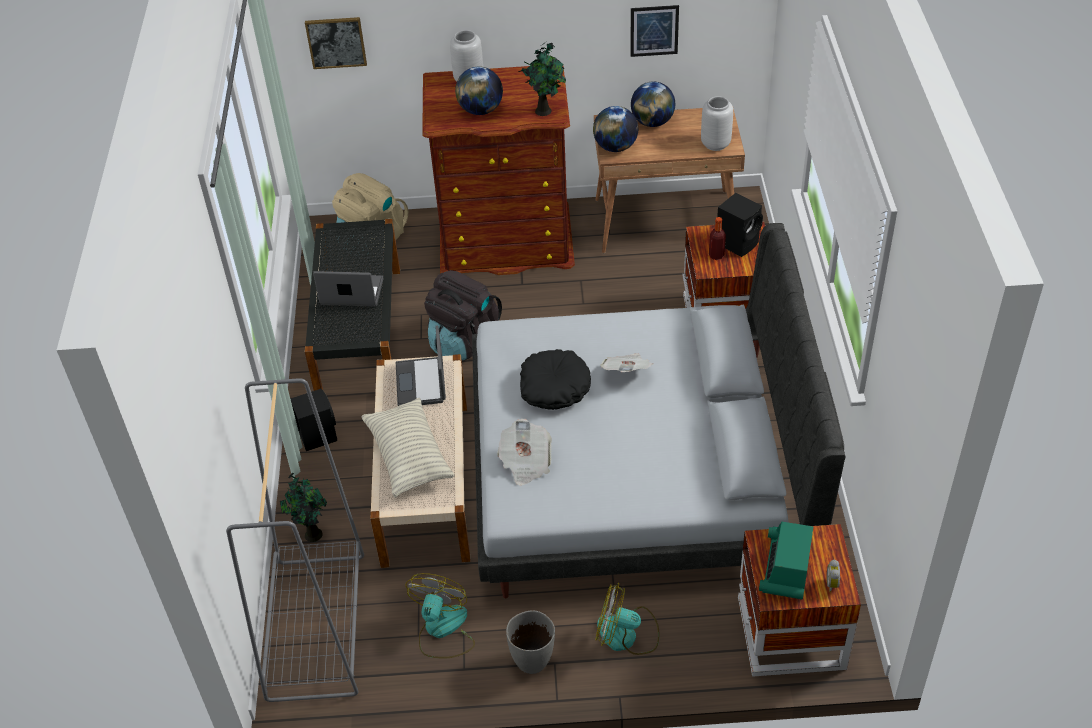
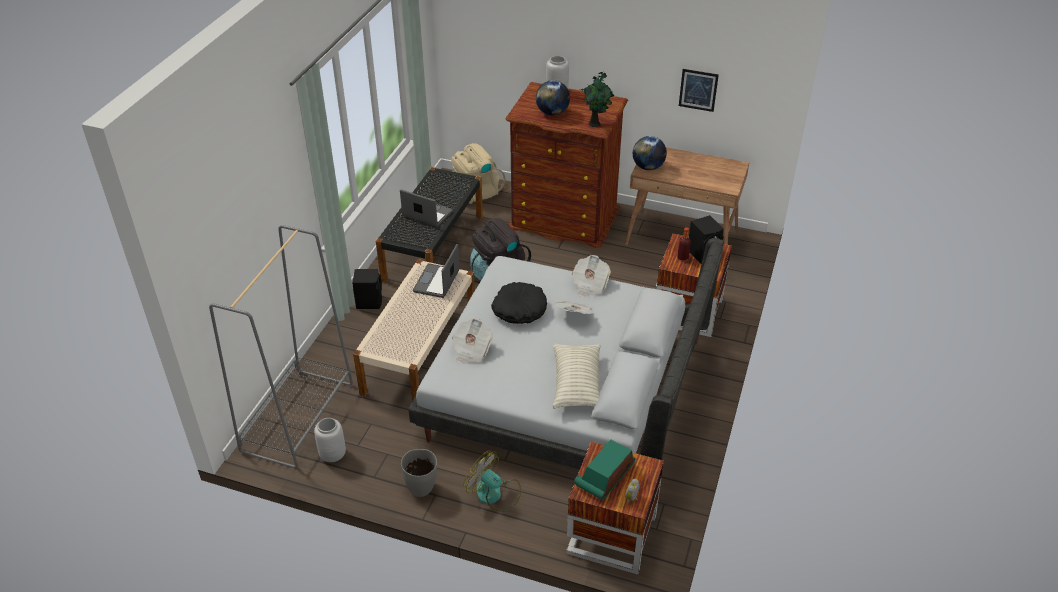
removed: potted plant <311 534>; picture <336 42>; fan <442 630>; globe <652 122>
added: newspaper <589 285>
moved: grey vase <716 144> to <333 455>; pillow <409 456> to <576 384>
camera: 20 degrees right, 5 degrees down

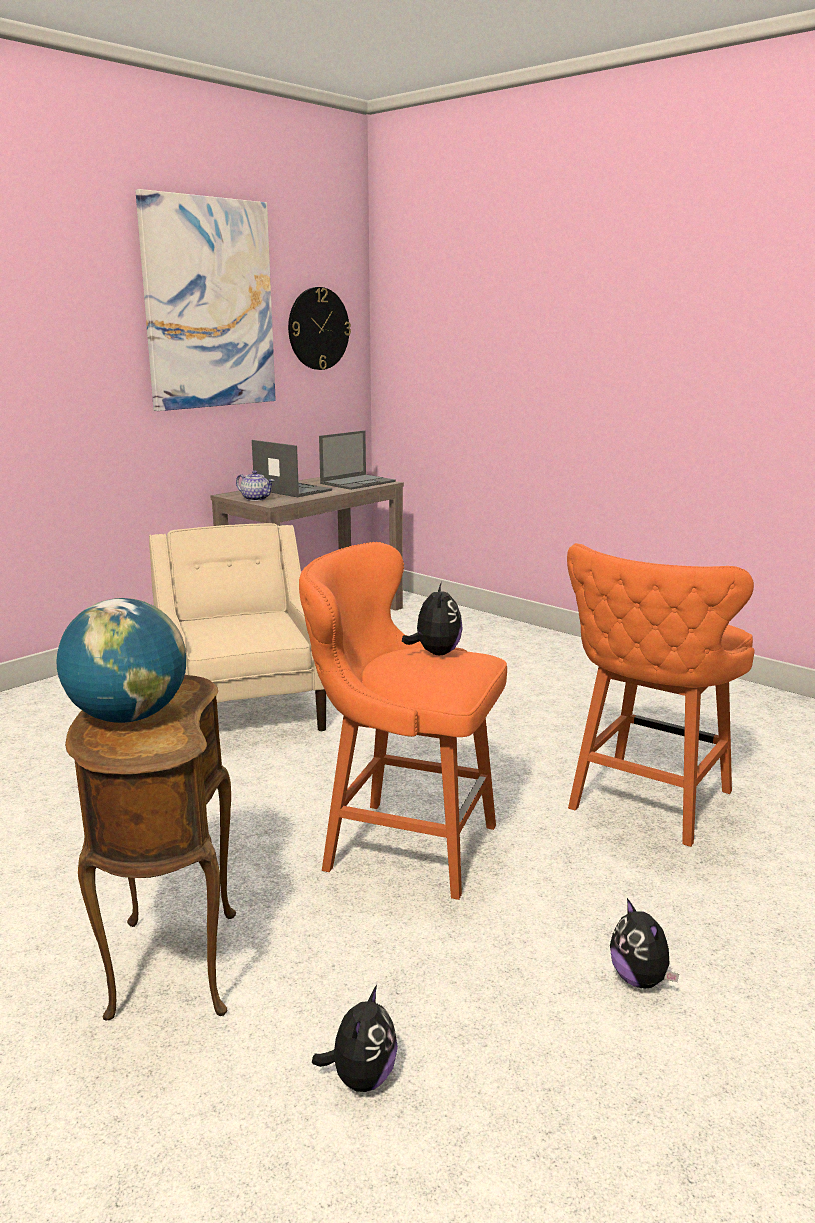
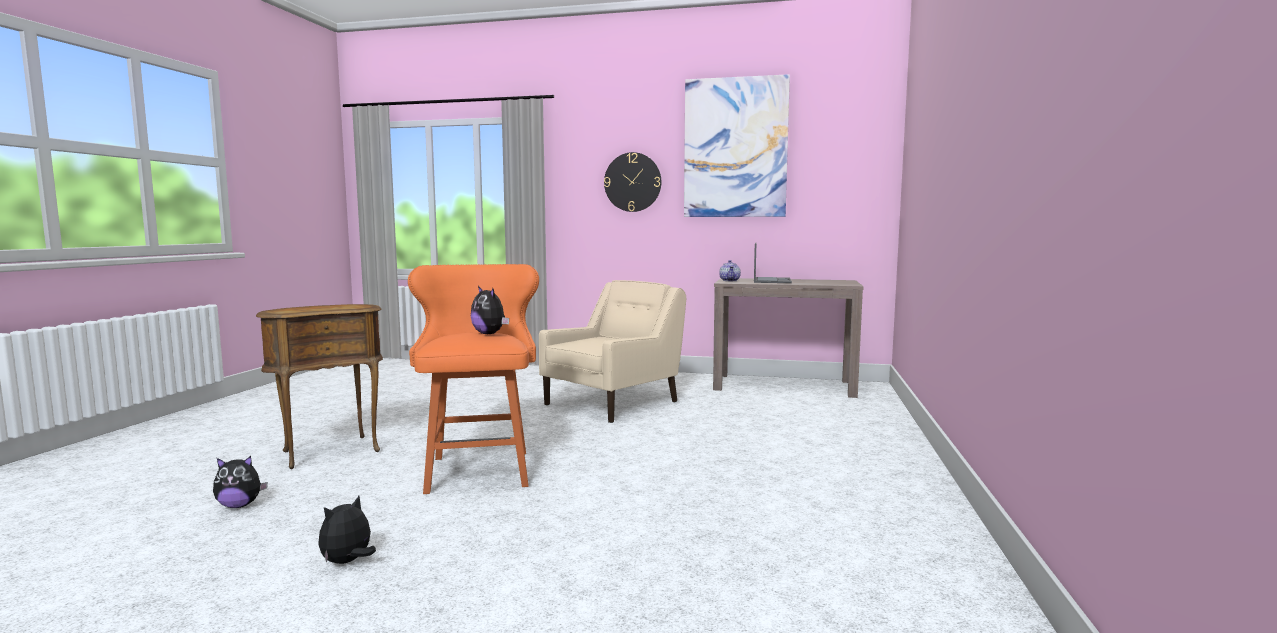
removed: globe <128 717>; laptop <358 482>; orange stool <647 803>
moved: wall clock <318 328> to <632 182>
turned: plush toy <435 653> = <490 334> 75 degrees clockwise
camera: 60 degrees right, 10 degrees down

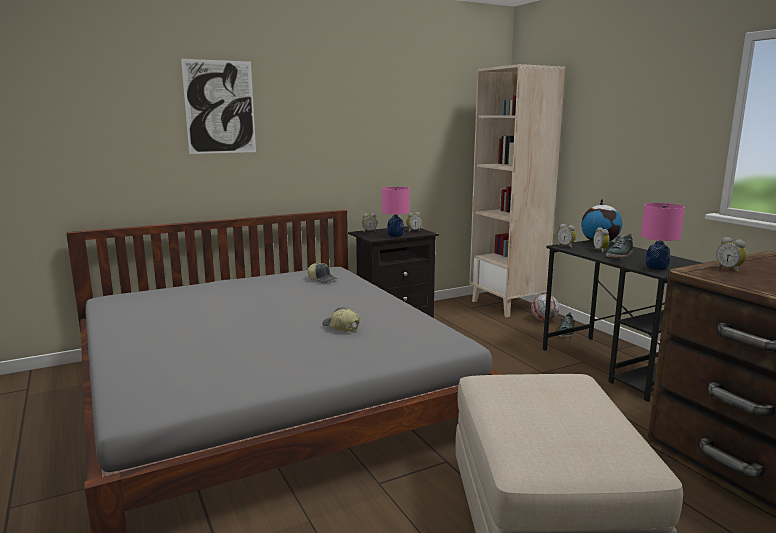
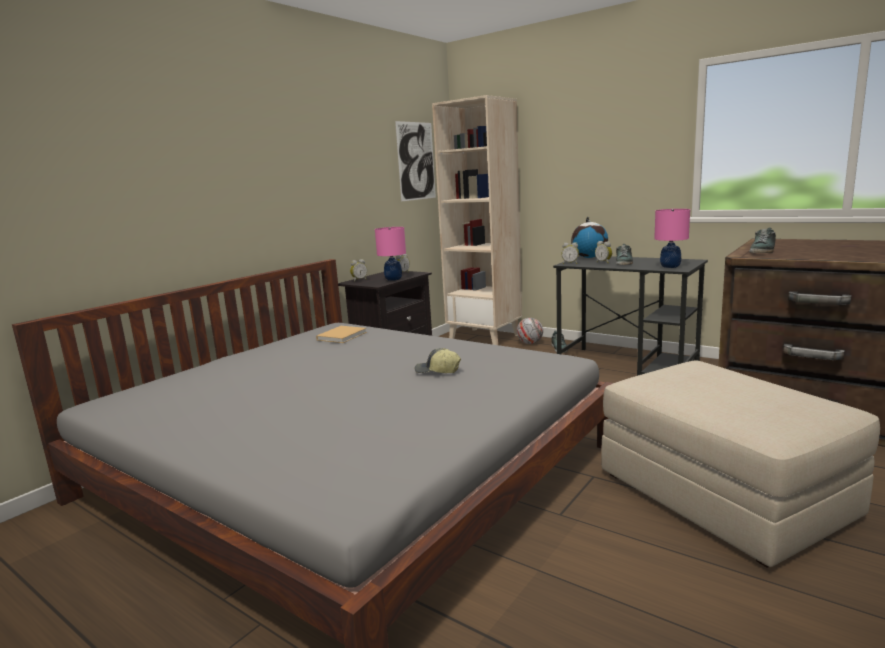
moved: picture <220 107> to <416 161>
replaced: cap <322 279> to beige book <343 335>; alarm clock <729 269> to shoe <763 251>
camera: 25 degrees left, 0 degrees up

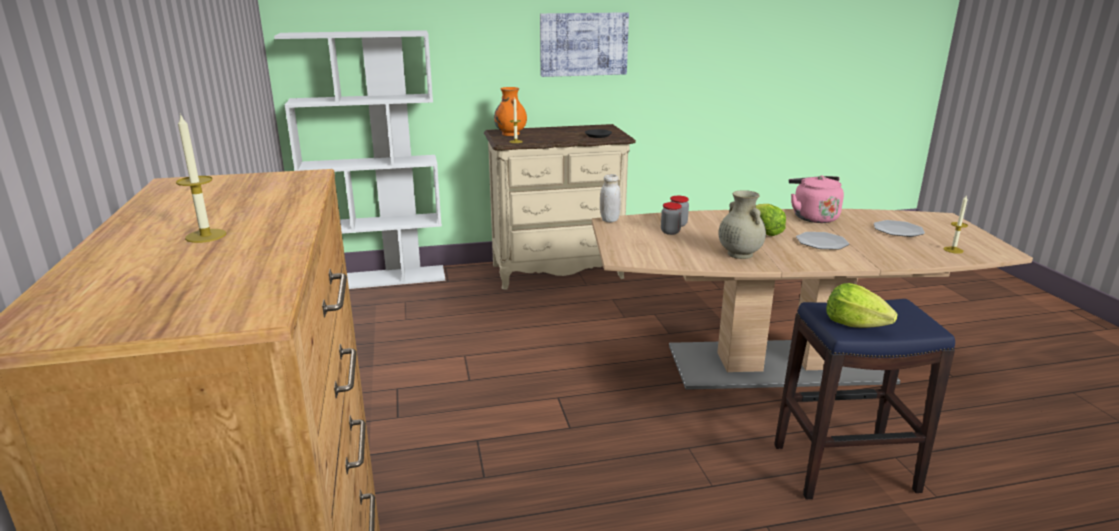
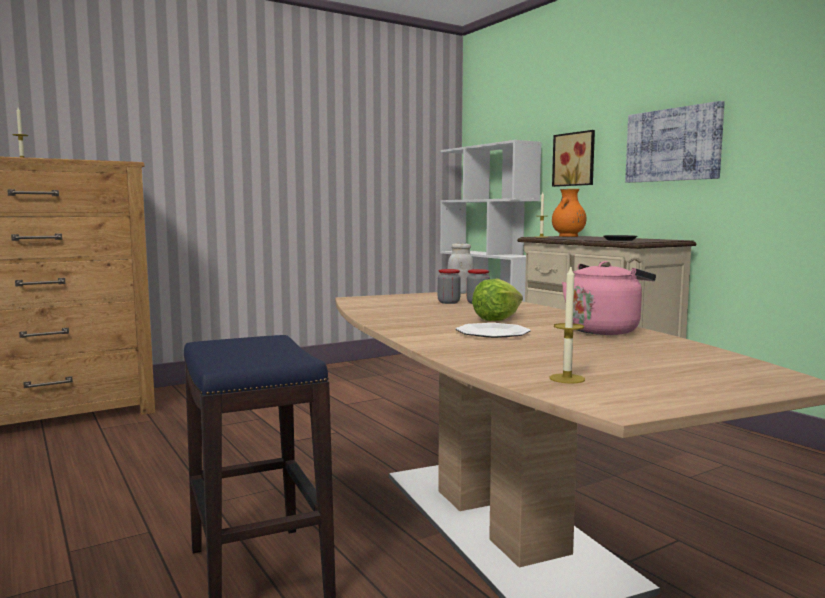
removed: beige vase <739 254>; lettuce <854 324>; plate <898 230>
added: picture <575 159>
camera: 70 degrees right, 15 degrees down

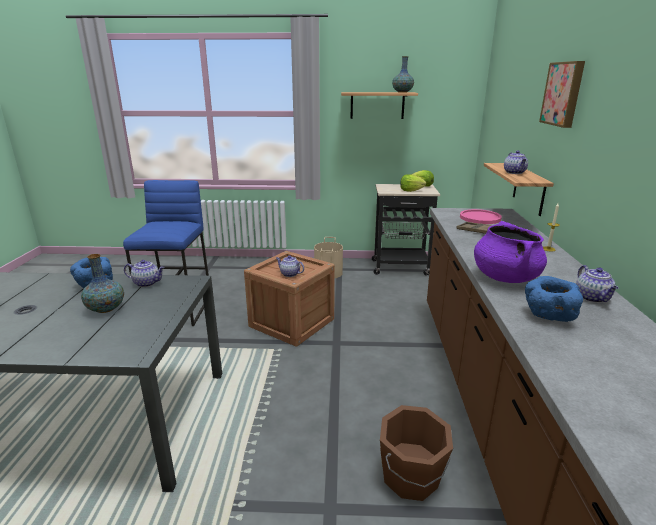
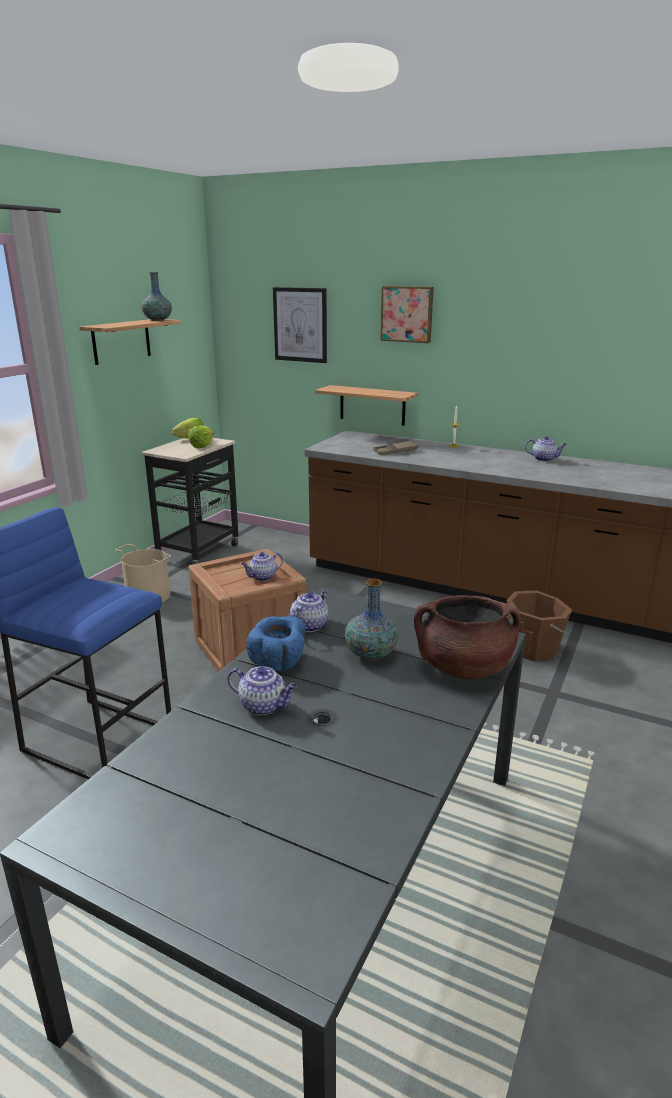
removed: pink plate <480 218>; purple cooking pot <505 277>; blue bowl <548 316>
added: picture <300 325>; brown cooking pot <463 668>
moved: teapot <514 172> to <264 706>
camera: 65 degrees left, 0 degrees up

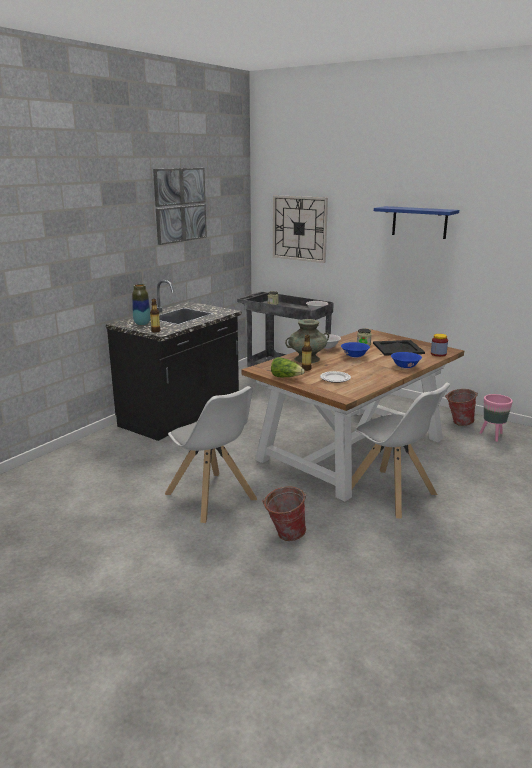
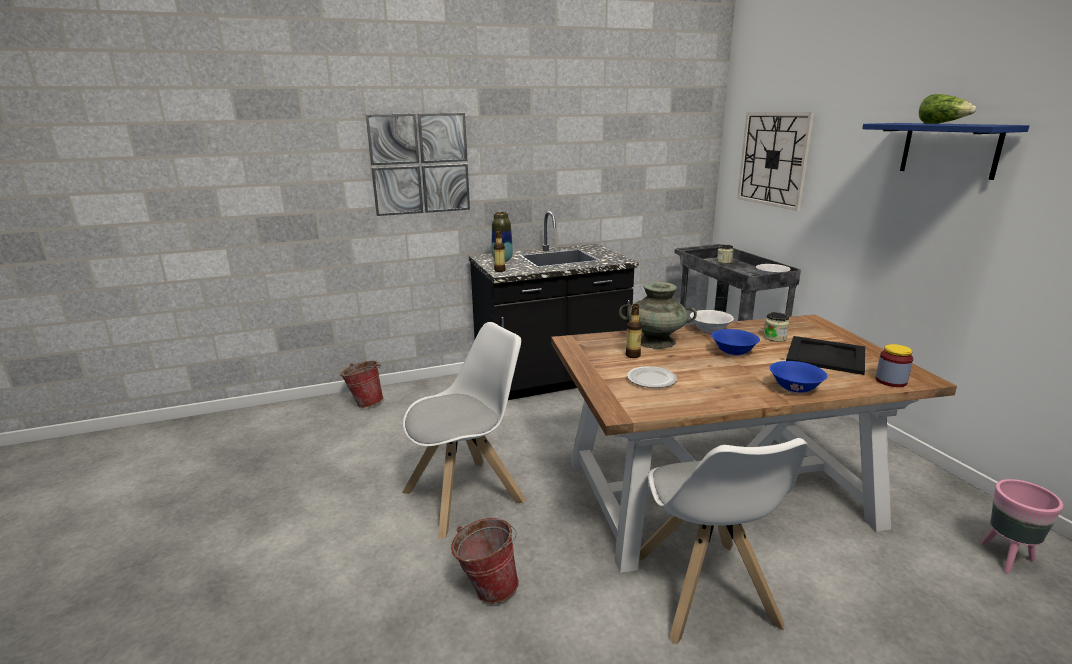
moved: bucket <458 423> to <365 402>; picture <180 205> to <420 164>; lettuce <286 377> to <942 123>
turned: chair <212 498> = <467 495> 120 degrees counterclockwise
camera: 35 degrees right, 0 degrees up

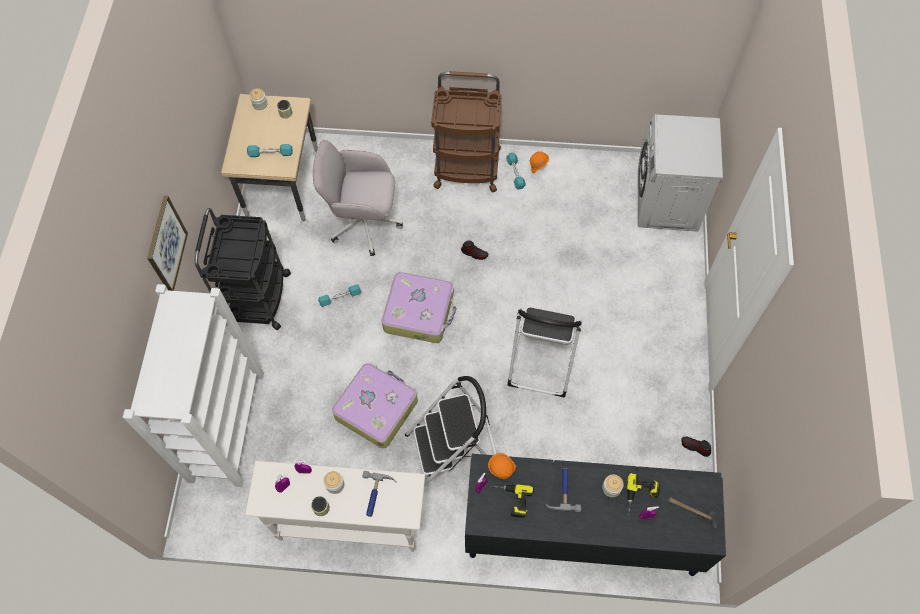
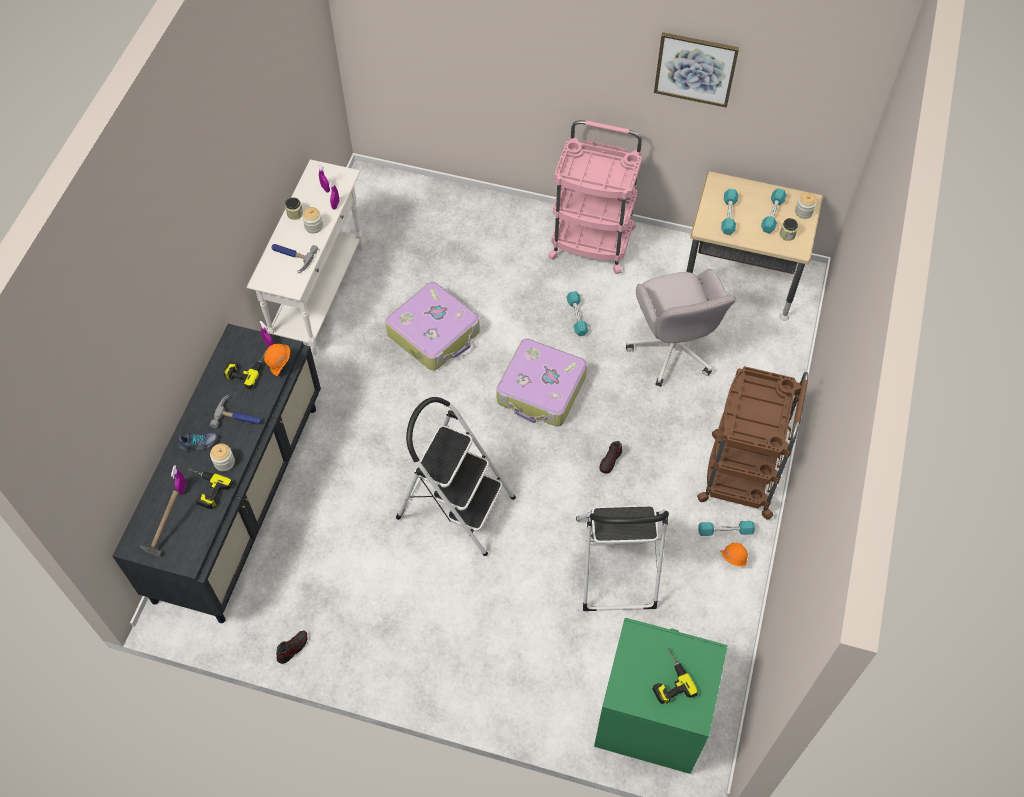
removed: white bookcase <226 426>
added: shoe <199 444>; power drill <668 679>; turquoise dumbbell <772 215>
moved: step ladder <456 452> to <615 565>; picture <166 245> to <695 69>
recoloured: black cart <257 299> to pink cart <591 243>; white washing machine <666 202> to green washing machine <650 718>
turned: grey office chair <364 224> = <671 352> 150 degrees clockwise
camera: 100 degrees right, 5 degrees down

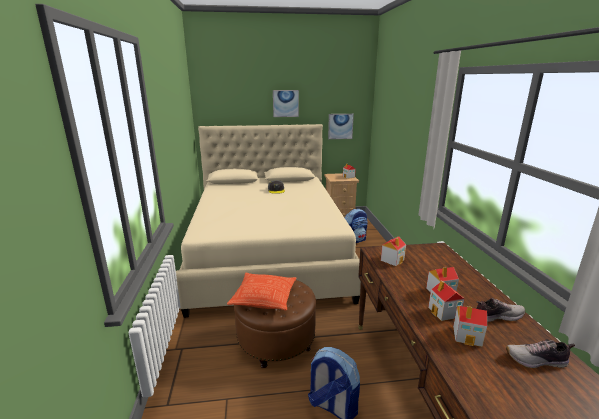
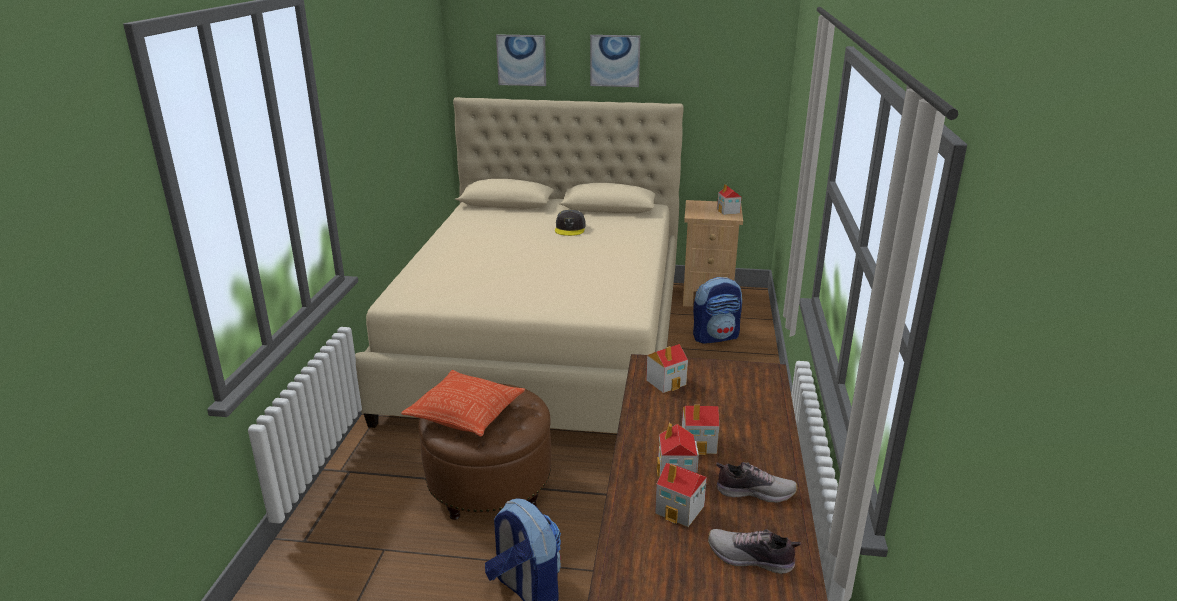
moved: picture <340 126> to <521 60>
camera: 15 degrees right, 5 degrees up

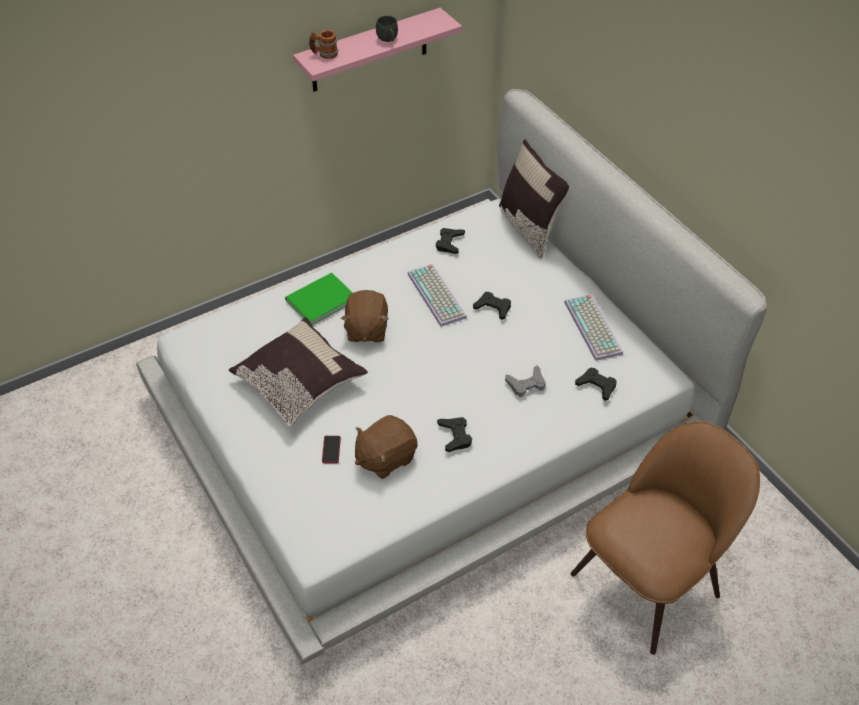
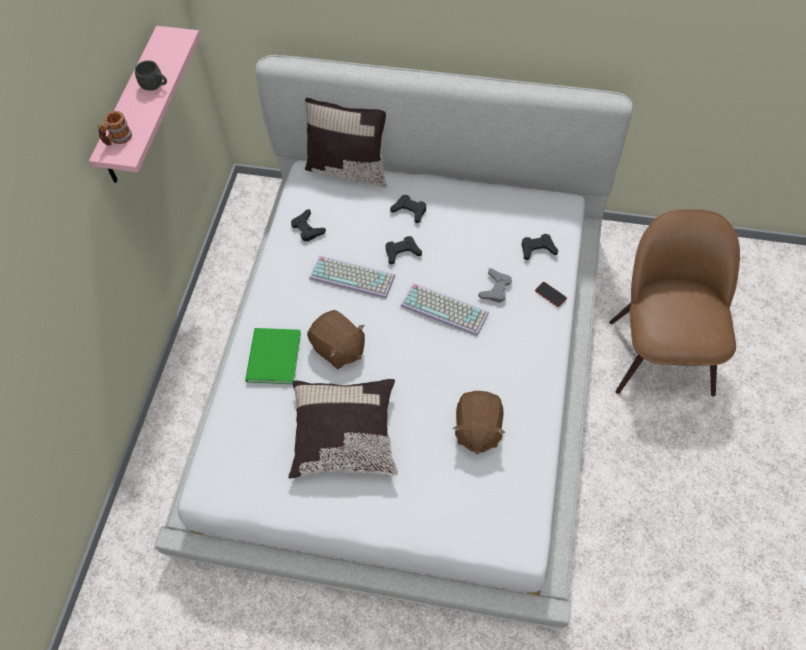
moved: black game controller <455 436> to <409 210>; keyboard <594 328> to <446 309>; phone <331 450> to <550 294>
camera: 45 degrees left, 10 degrees up

